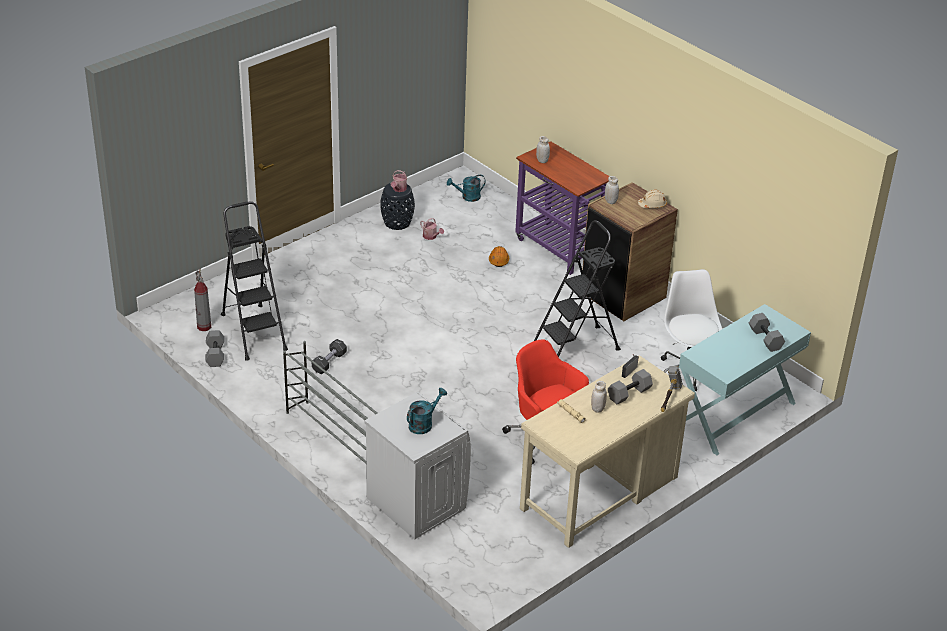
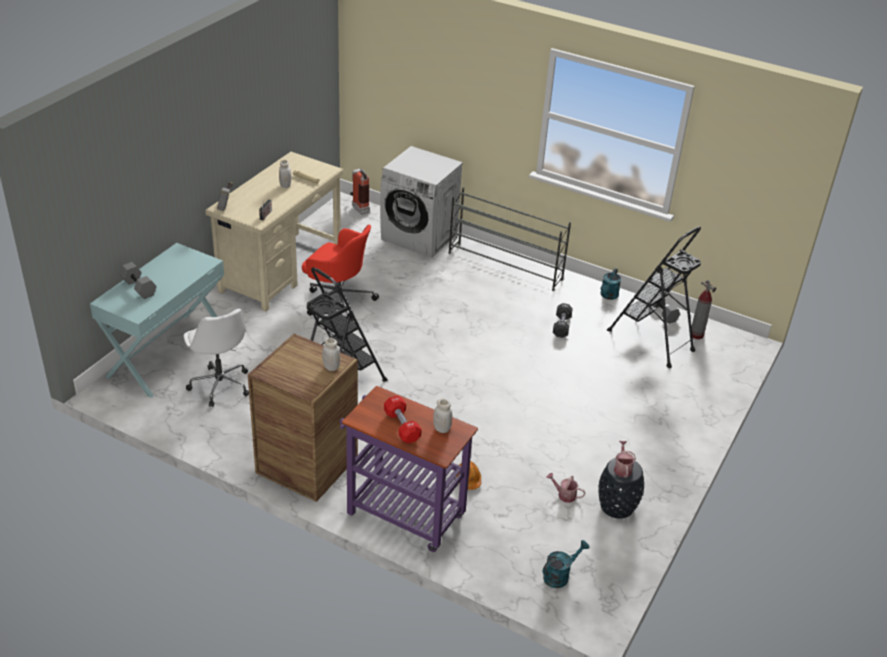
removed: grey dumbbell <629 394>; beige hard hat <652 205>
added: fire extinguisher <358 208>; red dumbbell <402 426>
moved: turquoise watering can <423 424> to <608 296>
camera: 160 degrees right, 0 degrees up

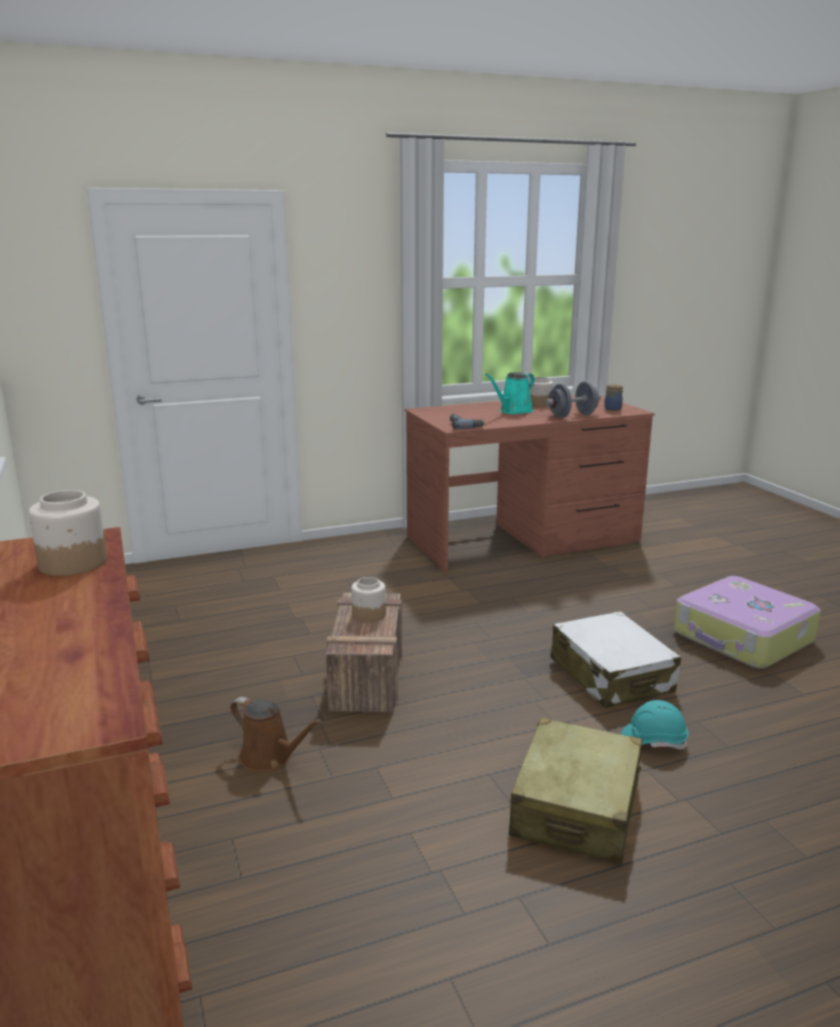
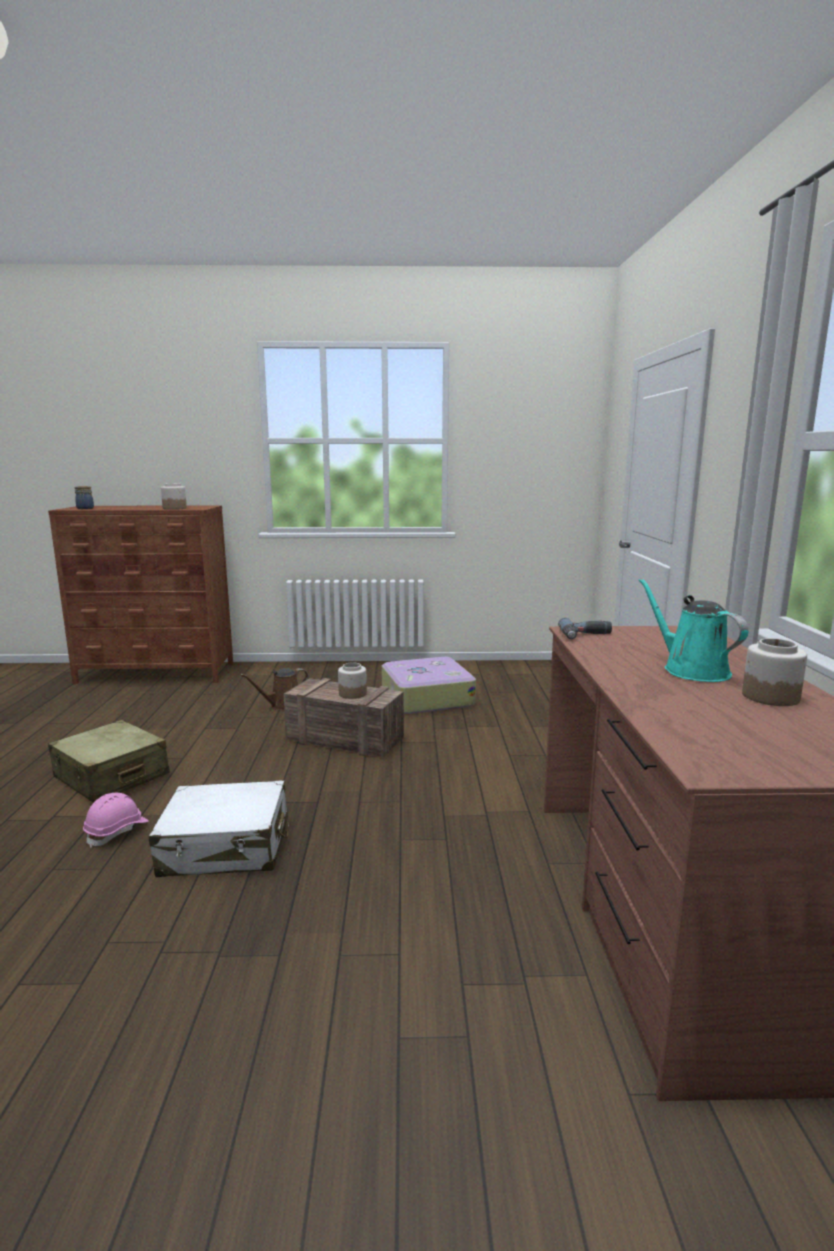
removed: grey dumbbell <572 416>
moved: jar <613 409> to <85 508>; suitcase <743 638> to <426 697>
recoloured: turquoise hard hat <653 741> to pink hard hat <117 831>
camera: 110 degrees right, 5 degrees down

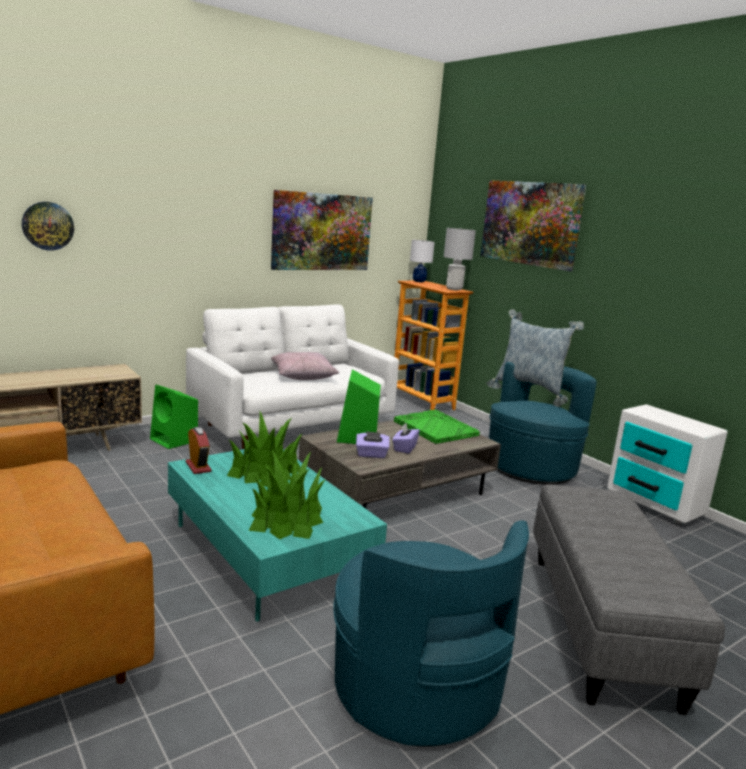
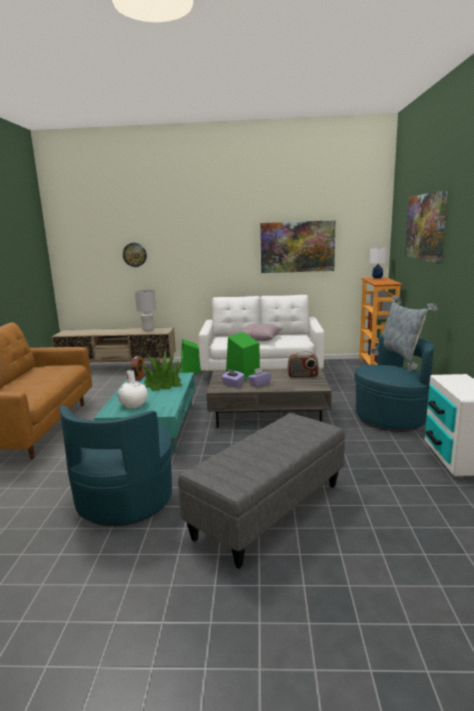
moved: grey table lamp <454 290> to <148 330>
replaced: potted plant <287 519> to white vase <133 405>; green tray <435 428> to radio <302 376>
camera: 40 degrees right, 0 degrees up

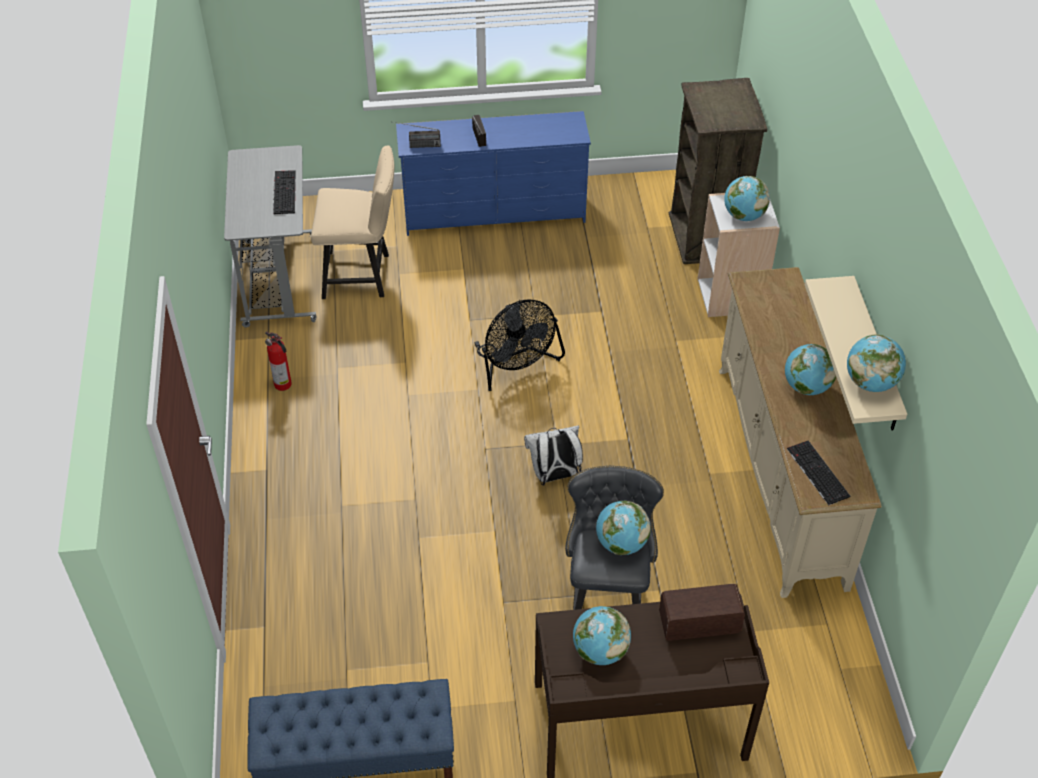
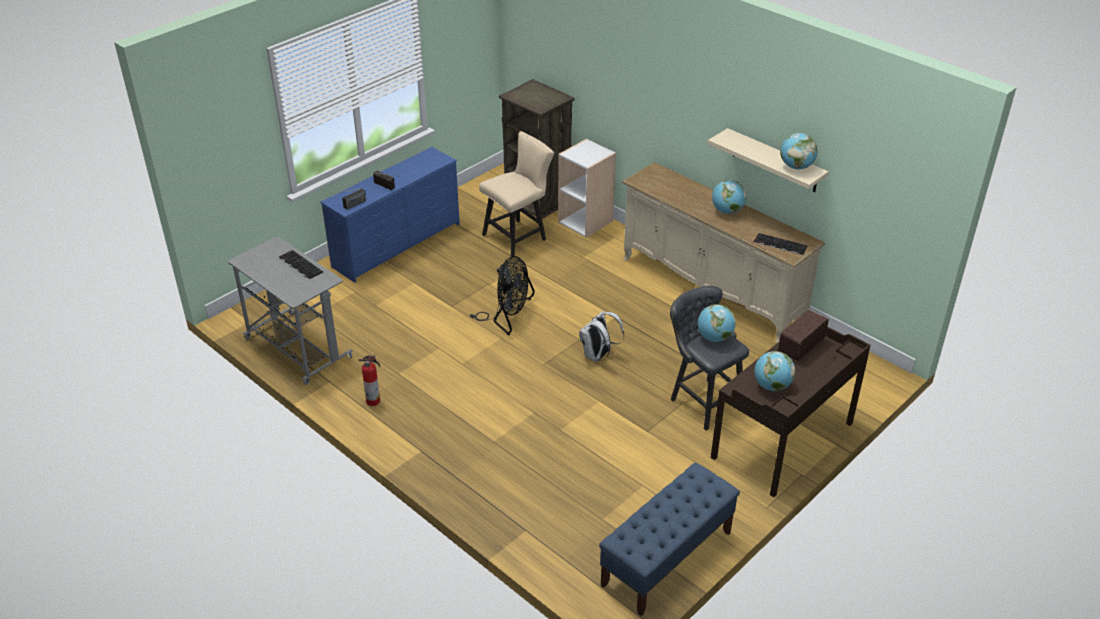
removed: globe <743 215>
moved: beige chair <362 275> to <518 236>
camera: 40 degrees left, 10 degrees down

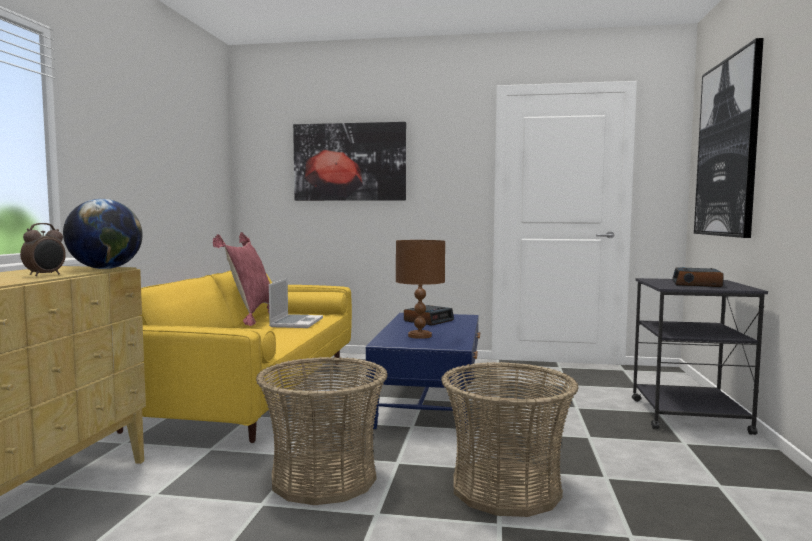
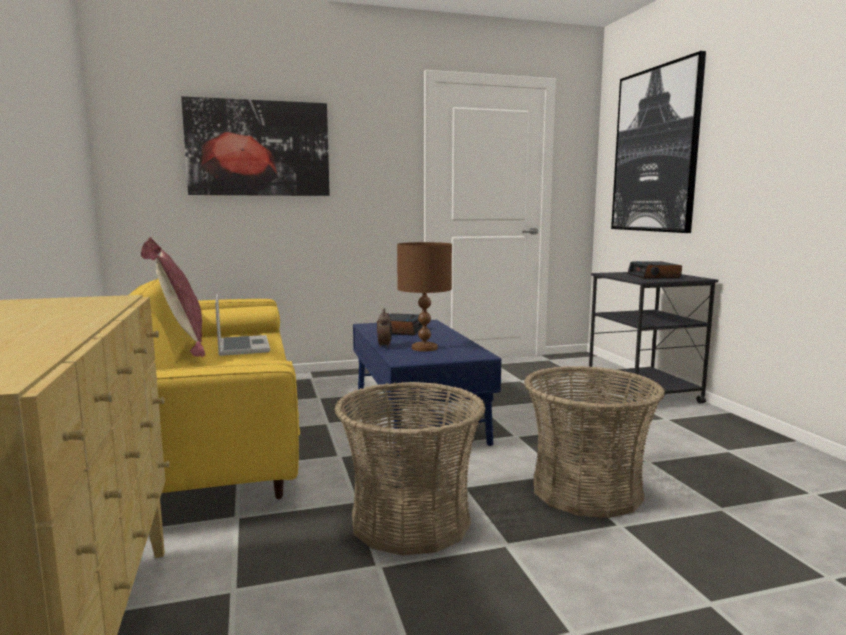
removed: globe <105 268>
moved: alarm clock <45 275> to <385 346>
camera: 25 degrees left, 5 degrees up

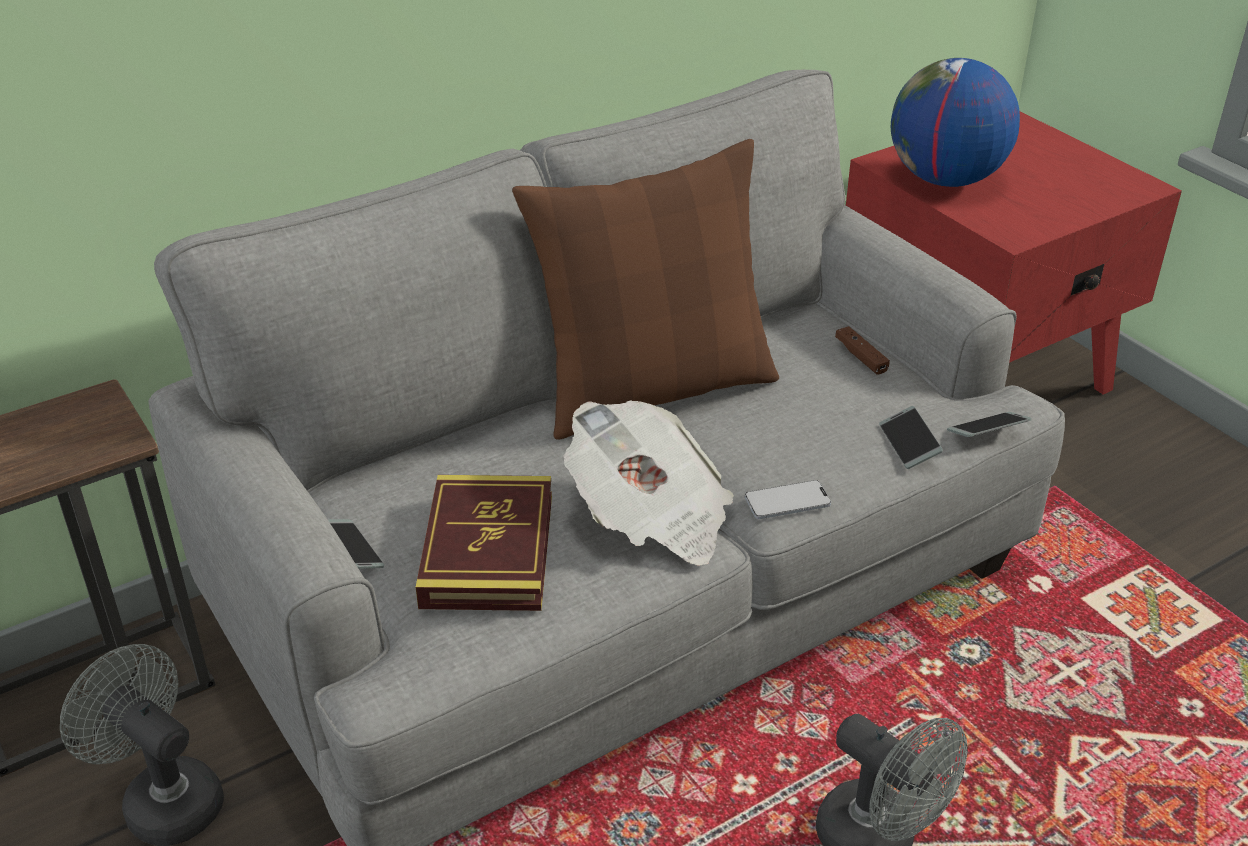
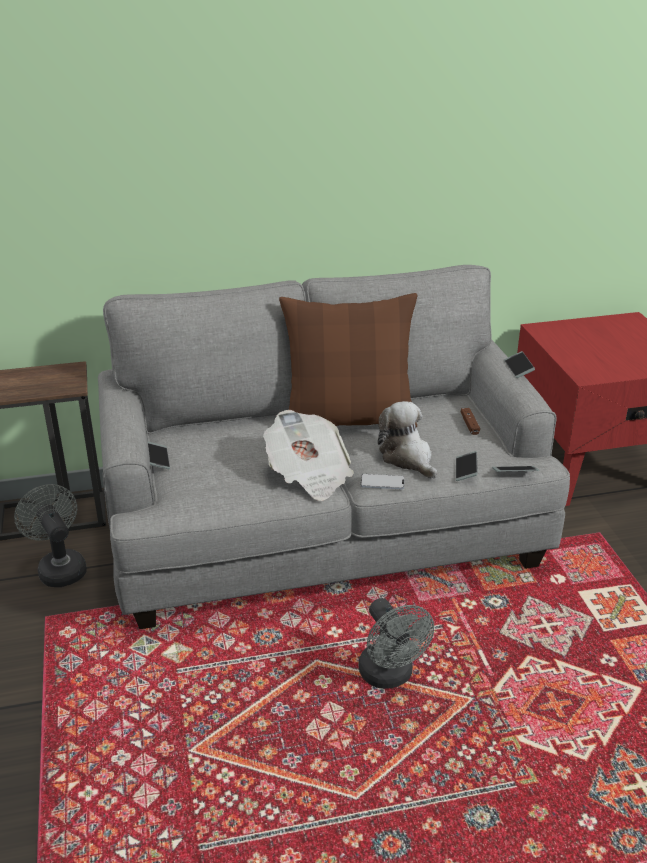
removed: book <488 550>; globe <945 179>
added: plush toy <407 458>; phone <518 368>
camera: 20 degrees right, 5 degrees down

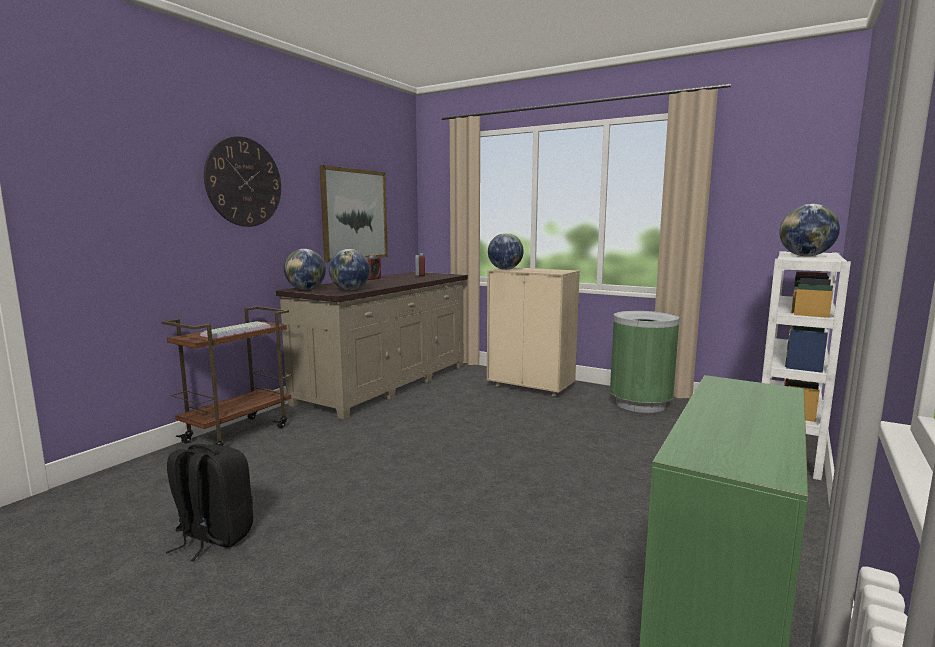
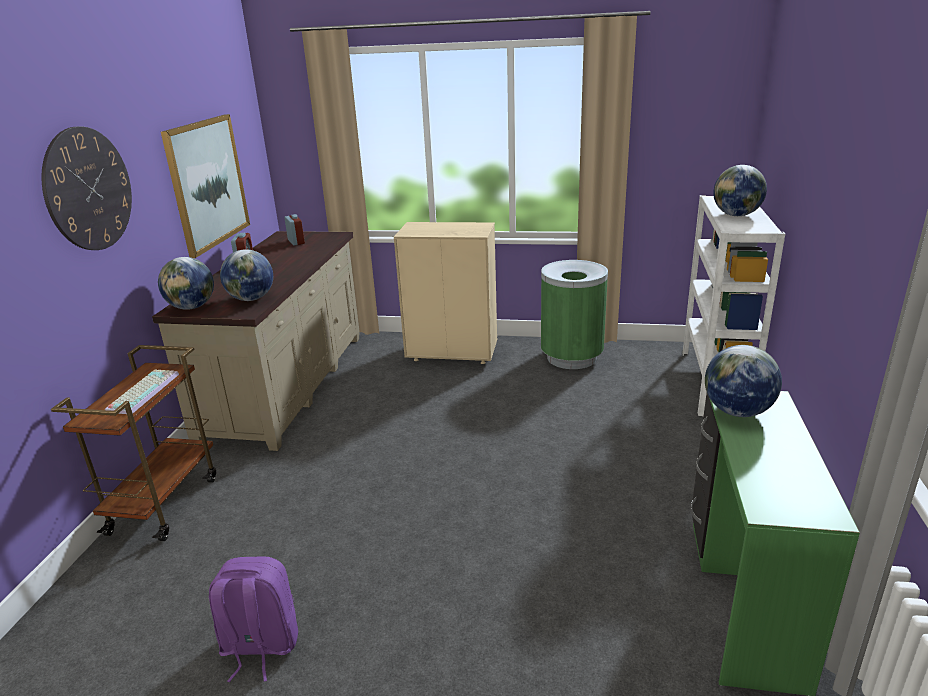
moved: globe <505 269> to <737 411>
recoloured: black backpack <213 537> to purple backpack <259 646>
camera: 20 degrees left, 15 degrees up

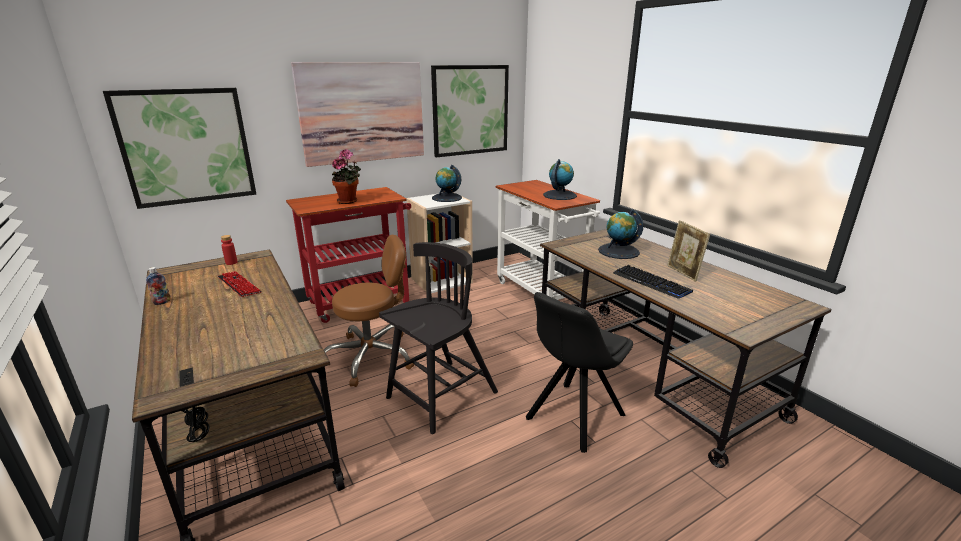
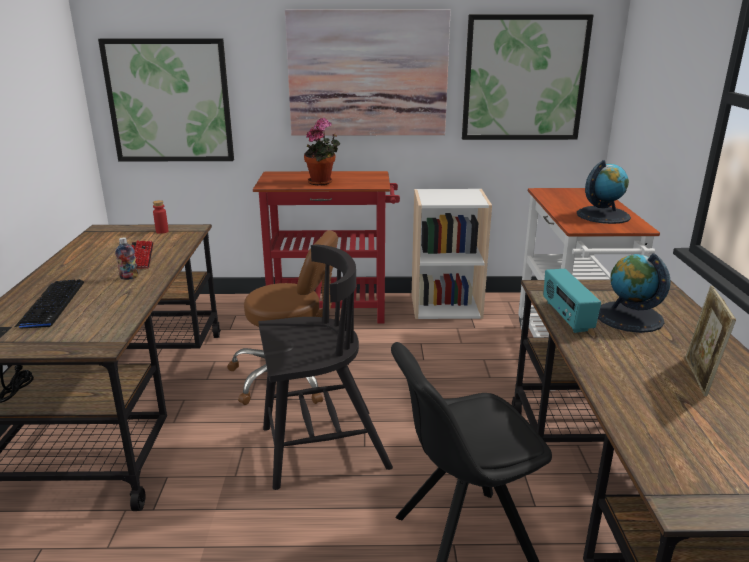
removed: globe <447 198>
added: radio <566 317>
moved: keyboard <651 283> to <52 305>; bottle <162 302> to <129 277>
camera: 30 degrees right, 0 degrees up

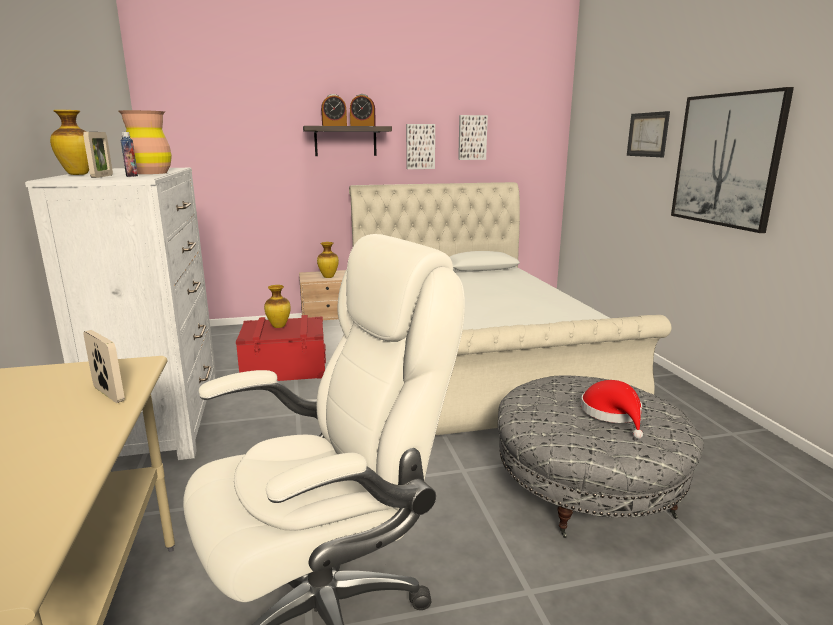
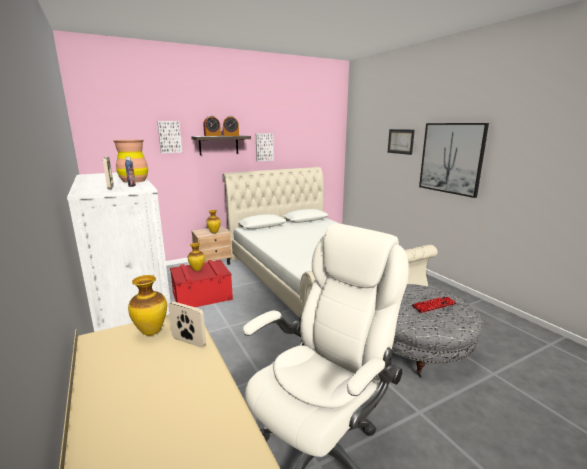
moved: vase <78 174> to <151 331>; picture <472 137> to <169 137>
replaced: red hat <613 414> to keyboard <434 305>
camera: 15 degrees left, 0 degrees up

